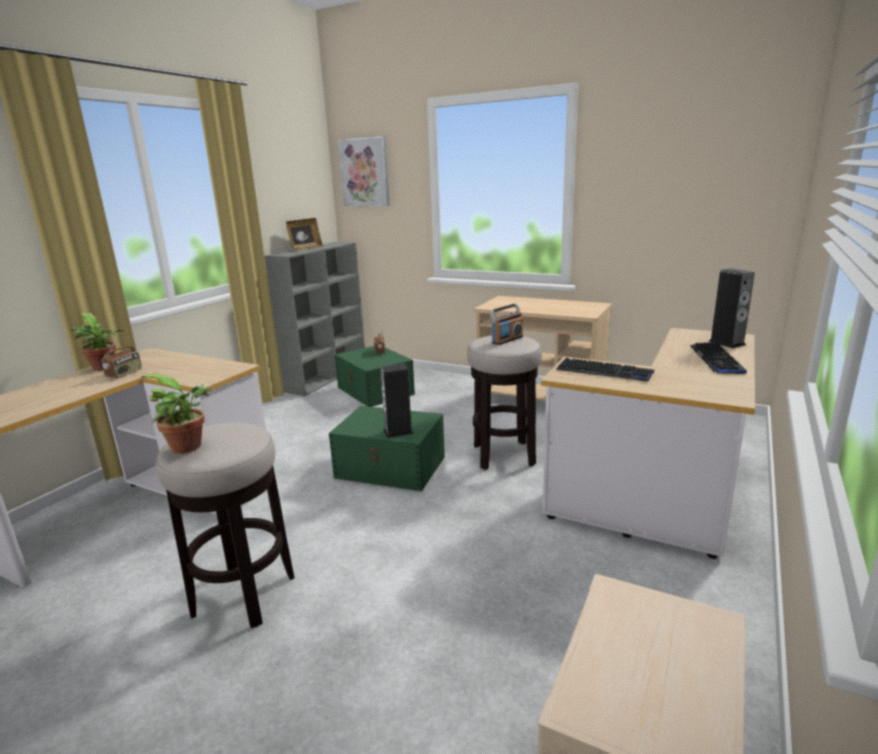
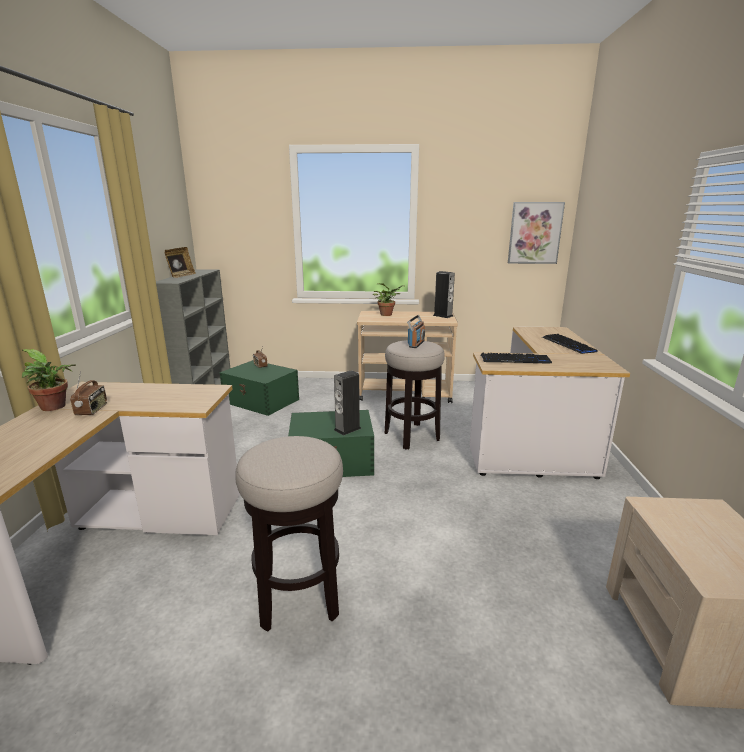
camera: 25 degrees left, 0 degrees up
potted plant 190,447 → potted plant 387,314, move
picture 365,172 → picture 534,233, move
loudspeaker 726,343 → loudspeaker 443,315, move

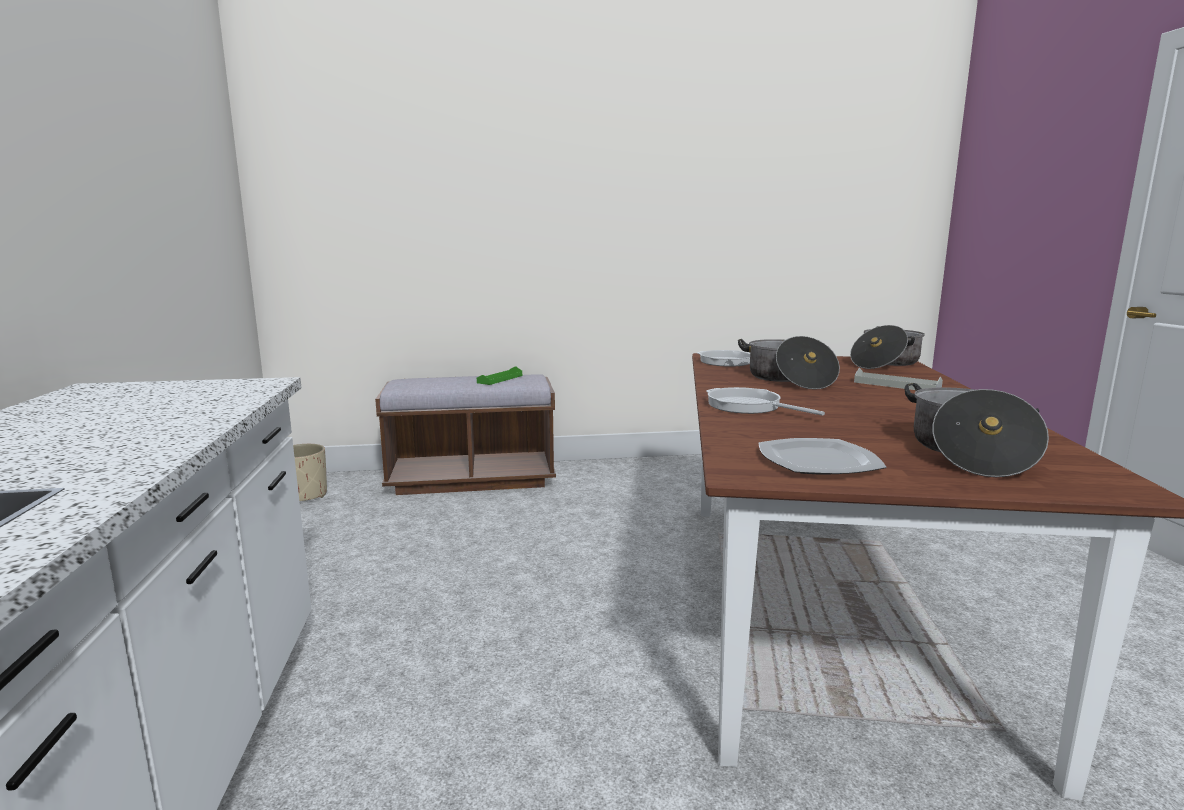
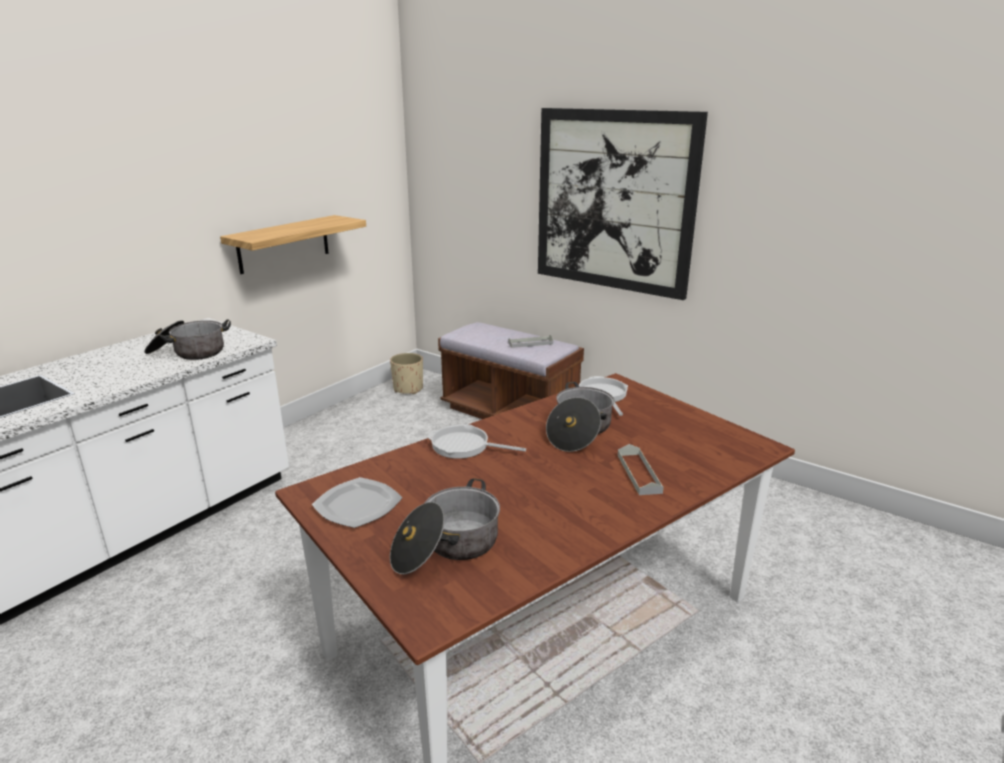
camera: 45 degrees right, 10 degrees up
tray (greenish) 500,379 → tray (greyish) 530,343
frying pan 748,406 → frying pan 464,446, 75 degrees counterclockwise
saucepot 885,363 → saucepot 189,352, move
- → bracket shelf 284,244
- → picture 614,201

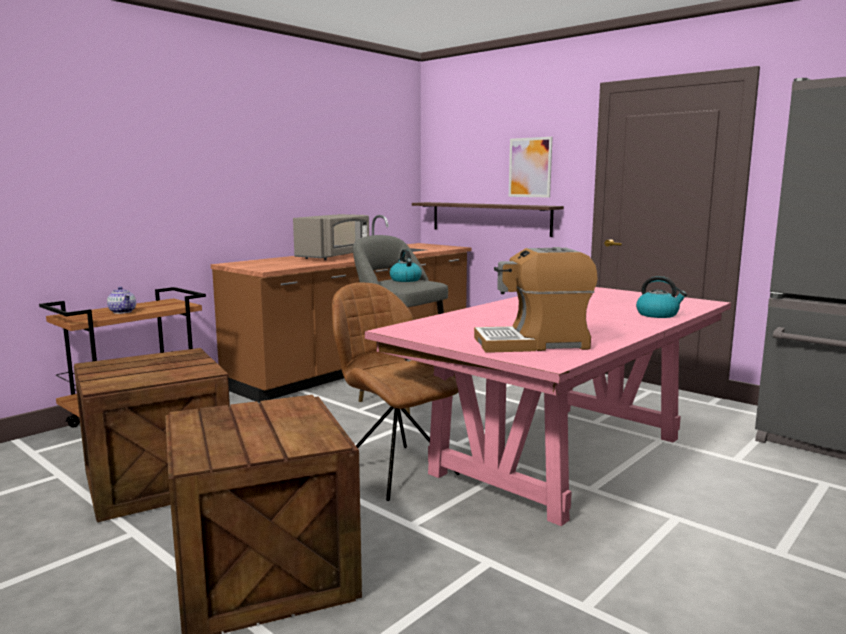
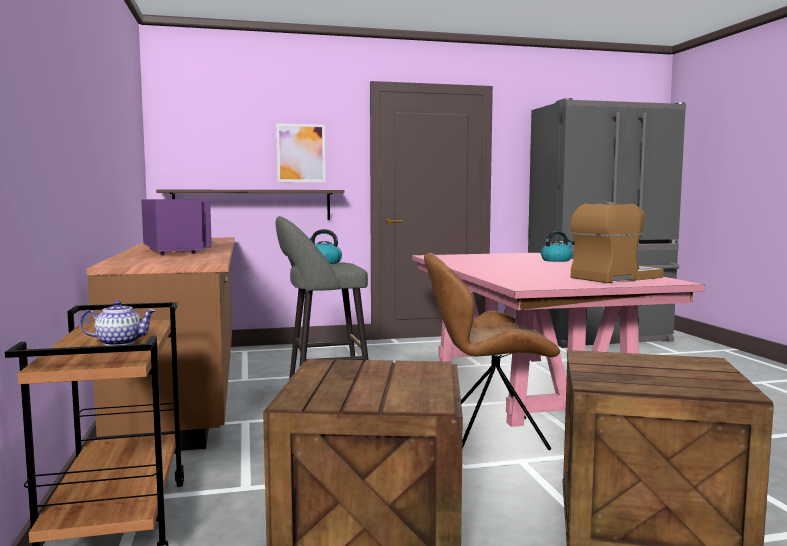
camera: 55 degrees left, 5 degrees down
microwave oven (greyish) 334,256 → microwave oven (purple) 175,251
coffee maker 533,343 → coffee maker 614,278, 150 degrees counterclockwise

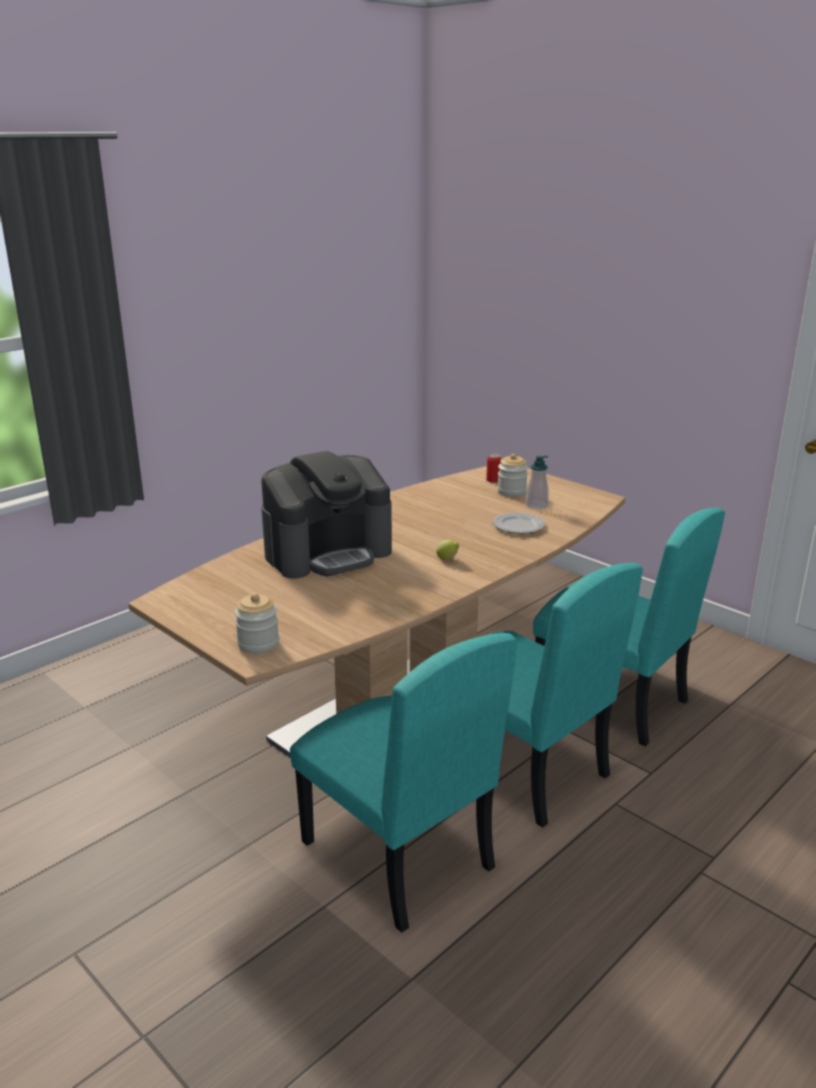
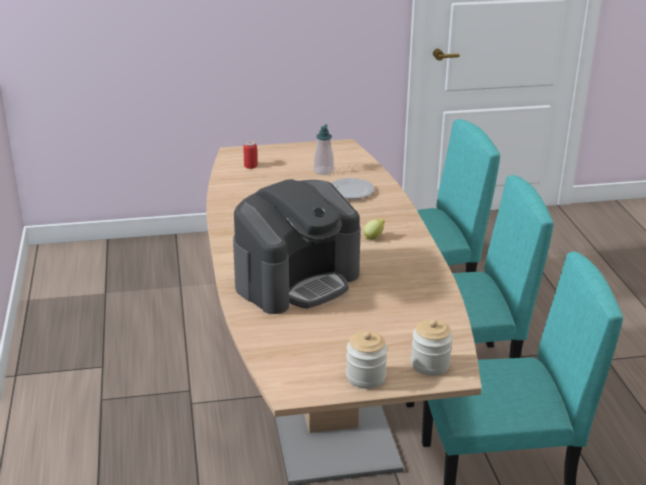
camera: 55 degrees left, 5 degrees up
coffee maker 328,553 → coffee maker 297,280, 45 degrees clockwise
preserve jar 511,491 → preserve jar 365,377, move

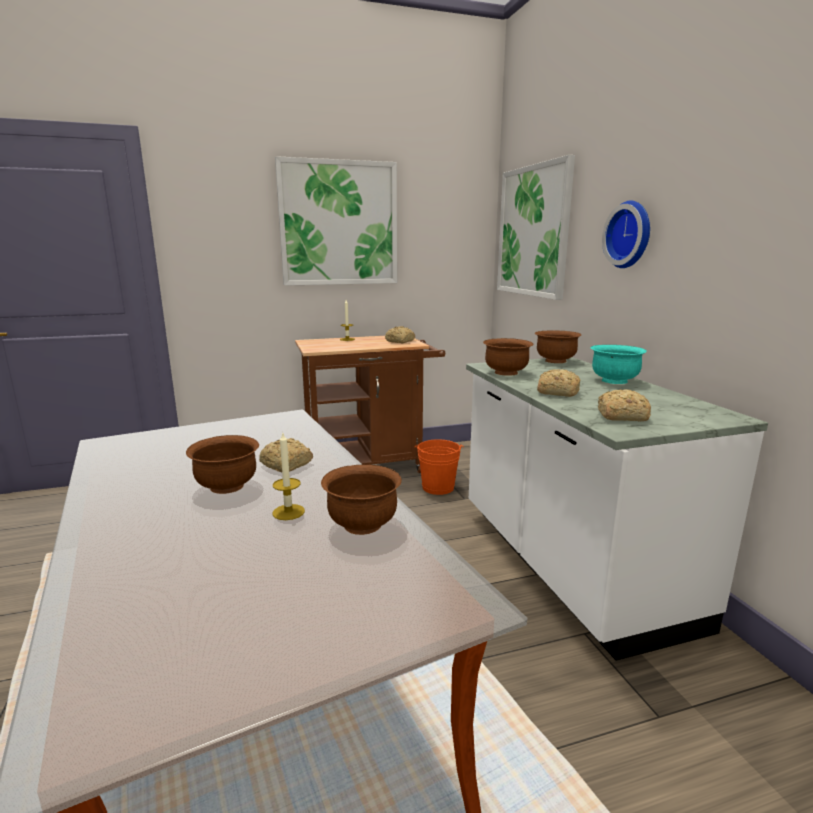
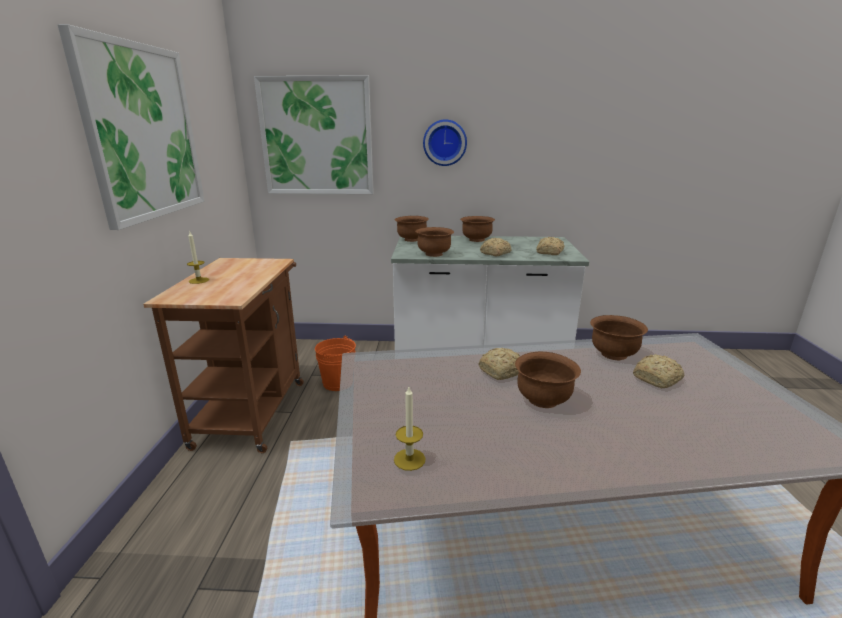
camera: 70 degrees left, 5 degrees up
candle 288,512 → candle 409,459, move
baked bread 400,341 → baked bread 658,379, move
serving bowl (turquoise-coloured) 614,381 → serving bowl (brown) 476,240

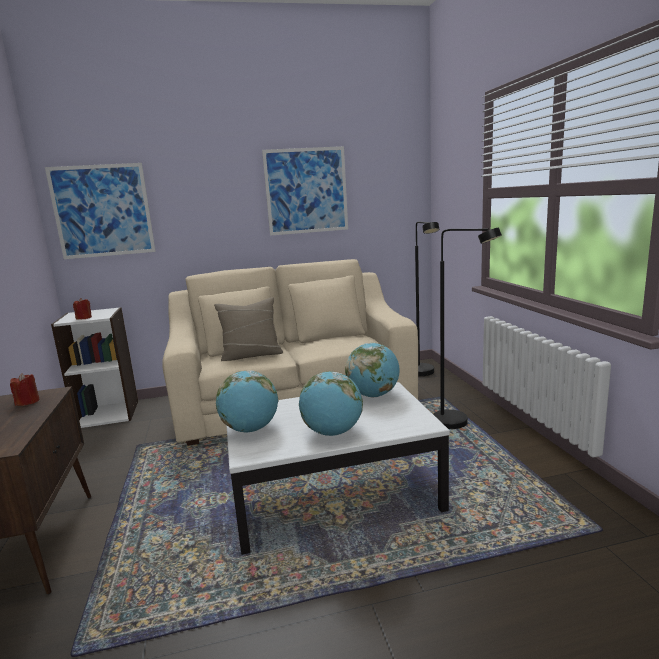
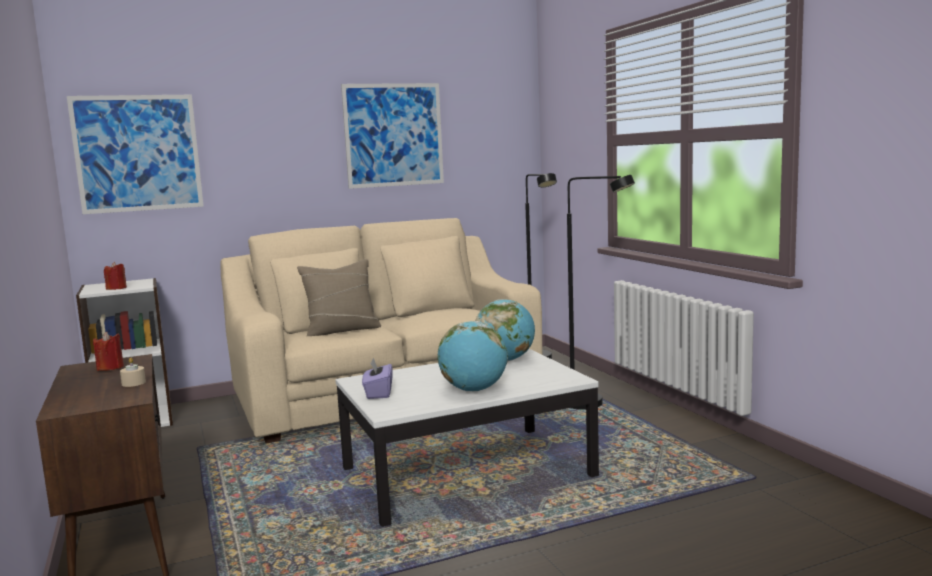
camera: 10 degrees left, 5 degrees down
desk globe 250,429 → tissue holder (purple) 378,393
- → candle (beige) 133,383

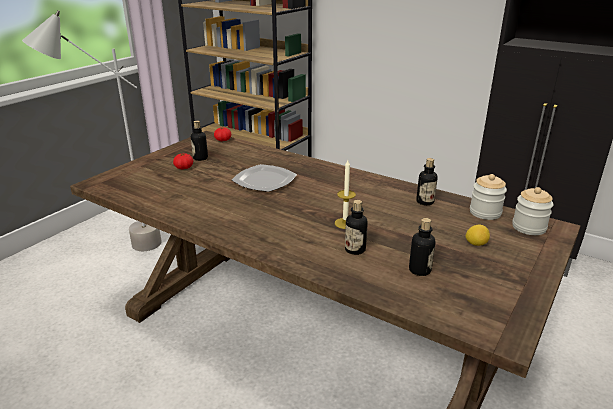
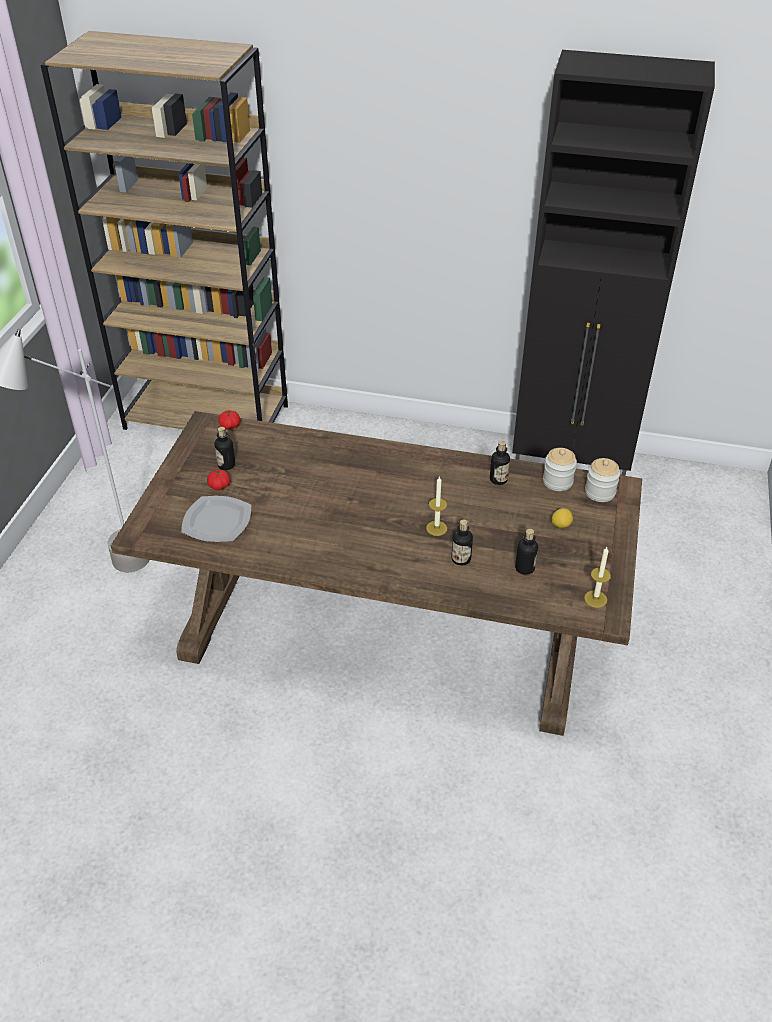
camera: 20 degrees left, 15 degrees up
flat dish 263,180 → flat dish 216,521, move
- → candle 595,599

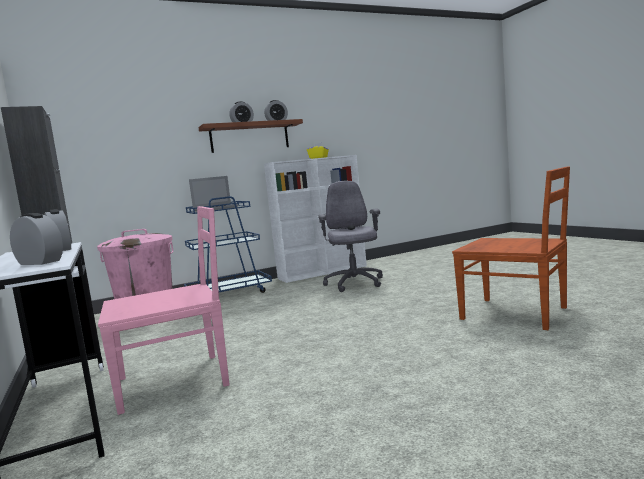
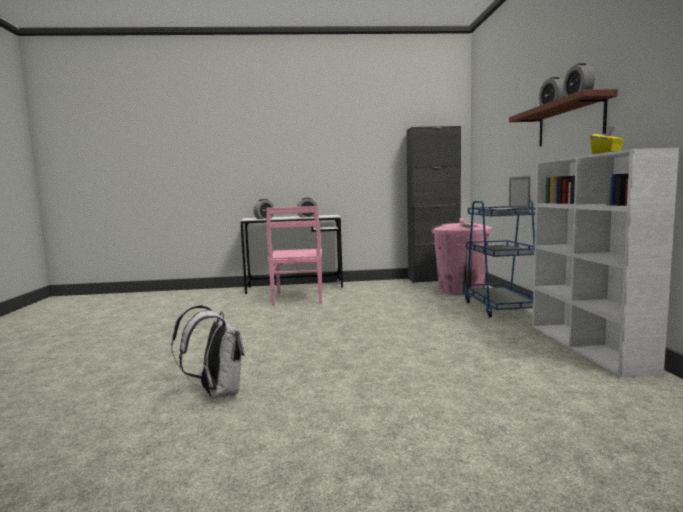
camera: 110 degrees right, 0 degrees up
office chair (greyish) 354,284 → -
plain chair (brown) 516,314 → knapsack (whitish) 217,393

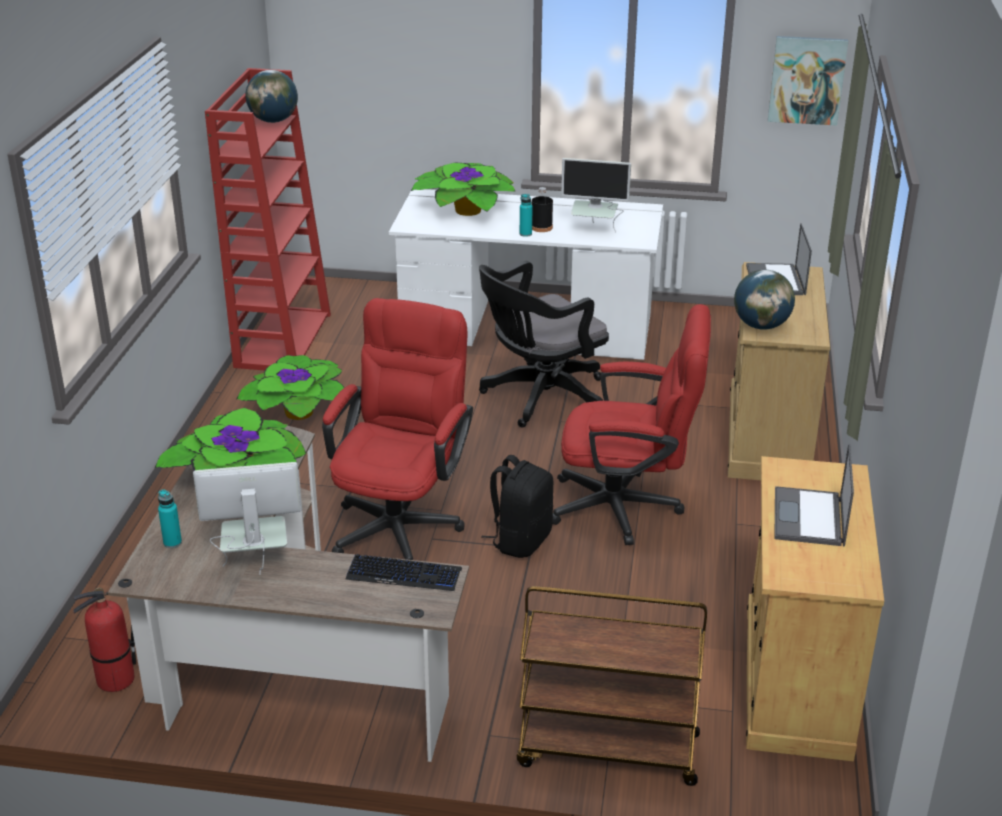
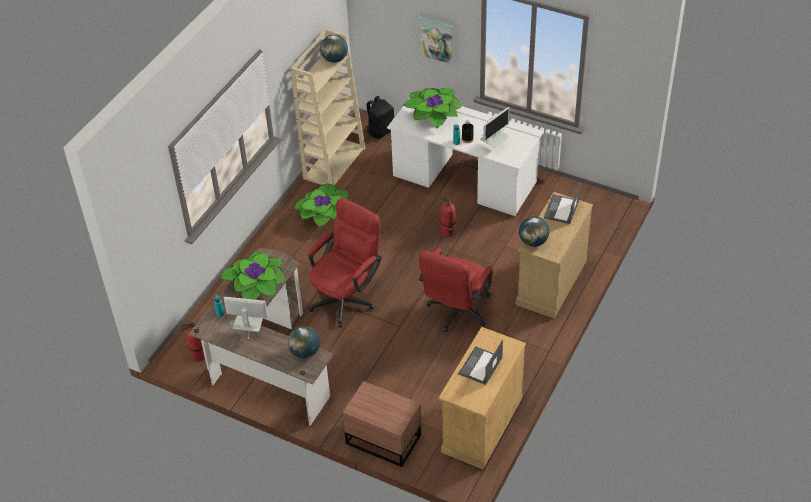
camera: 20 degrees right, 15 degrees up
bookshelf (red-coloured) 282,339 → bookshelf (beige) 334,162
keyboard 404,575 → desk globe 305,352
office chair (black) 539,398 → fire-fighting cylinder 447,232
knapsack (black) 520,540 → knapsack (black) 380,131, move
wheeled cart (brown) 607,750 → nightstand (brown) 383,438
office chair (red-coloured) 627,508 → office chair (red-coloured) 456,313, 90 degrees clockwise
computer screen 594,230 → computer screen 494,146, 75 degrees counterclockwise
picture 807,80 → picture 436,39, move

